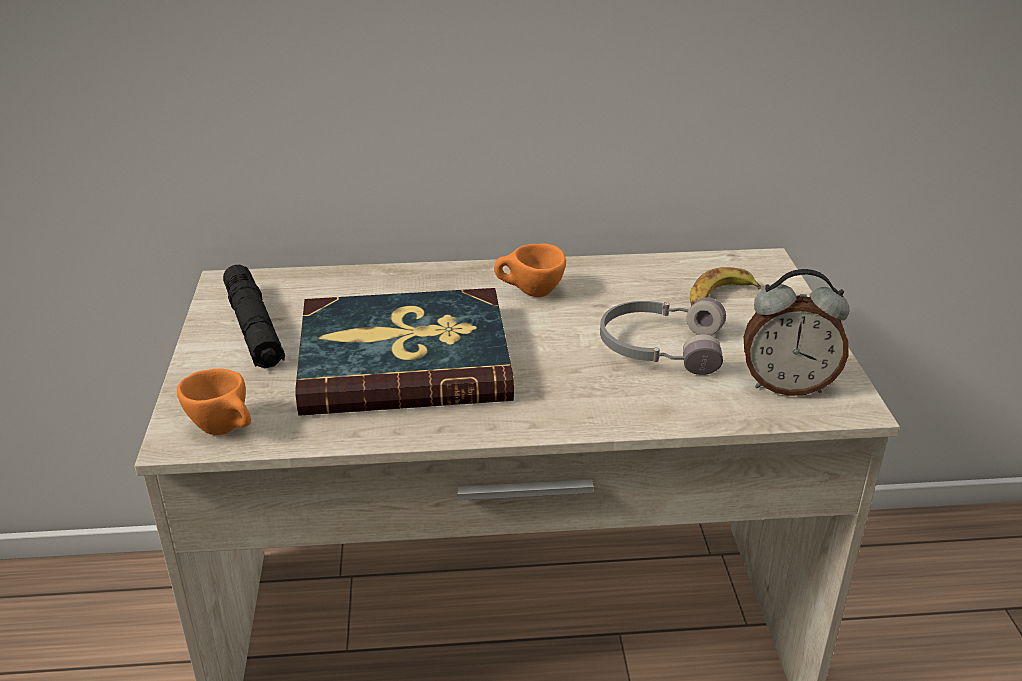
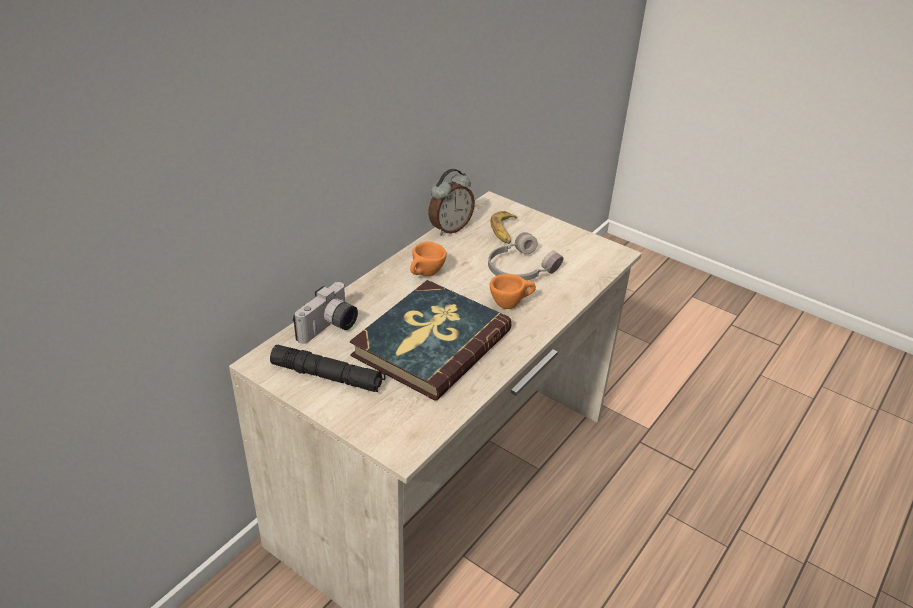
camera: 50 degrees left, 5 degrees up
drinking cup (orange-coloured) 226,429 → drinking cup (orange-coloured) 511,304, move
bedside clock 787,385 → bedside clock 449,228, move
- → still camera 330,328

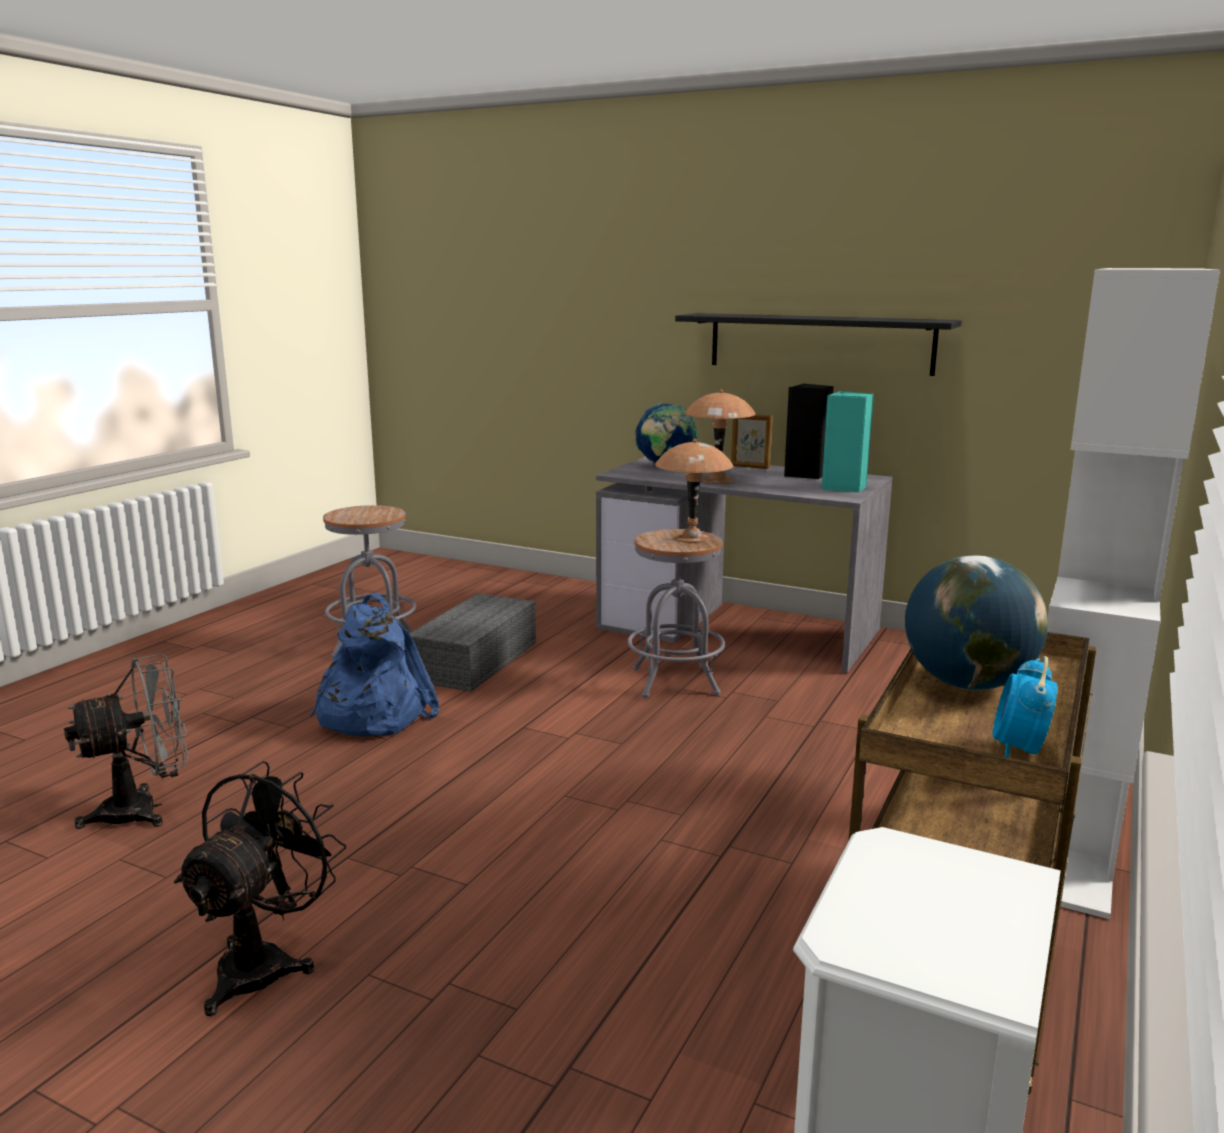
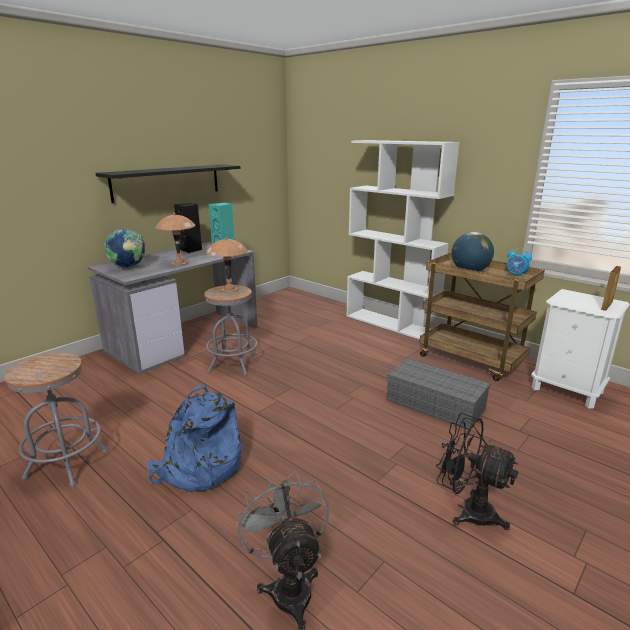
camera: 75 degrees left, 5 degrees up
storage container (greyish) 475,661 → storage container (greyish) 436,404, move
standing frame 750,467 → standing frame 606,306, move

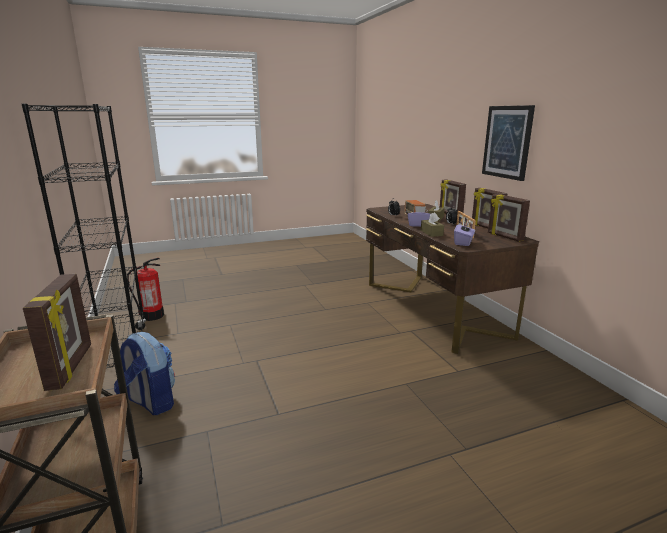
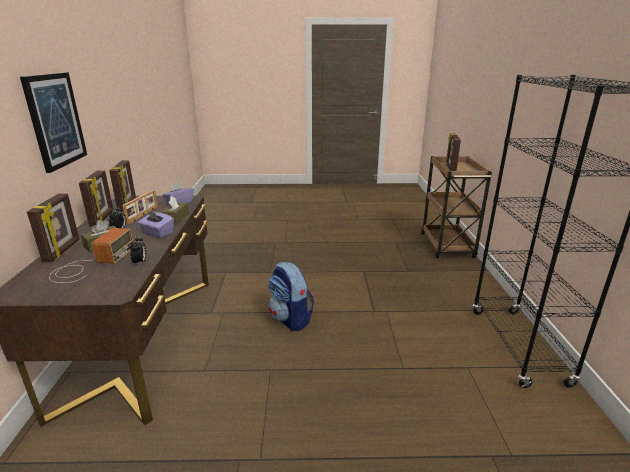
camera: 160 degrees left, 5 degrees up
knapsack 150,402 → knapsack 291,319, move
fire-fighting cylinder 152,316 → -

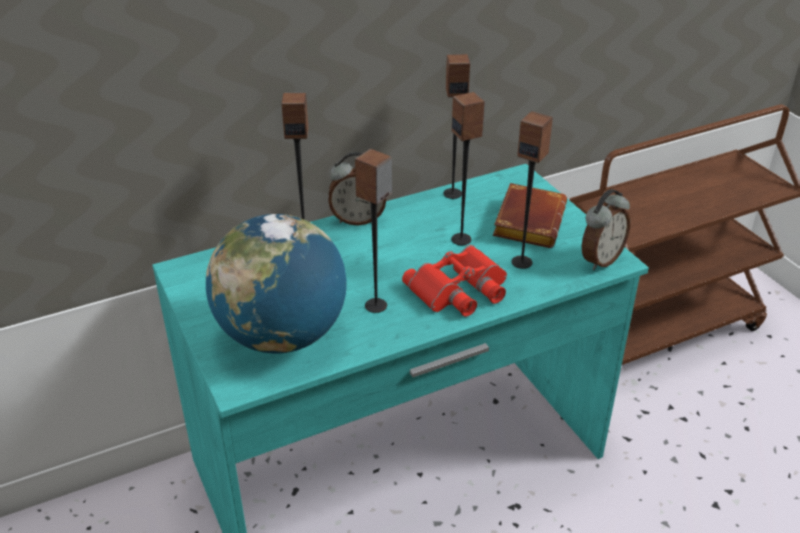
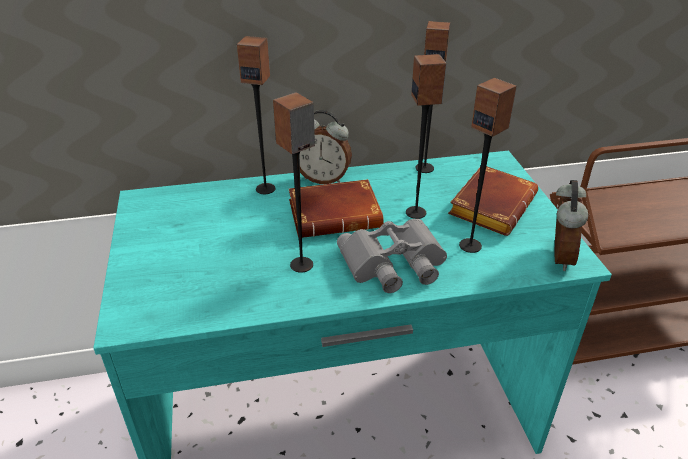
camera: 15 degrees right, 0 degrees up
desk globe 282,336 → -
binoculars (red-coloured) 460,290 → binoculars (greyish) 394,264
bedside clock 600,259 → bedside clock 557,257, 45 degrees counterclockwise
- → volume (brown) 336,214

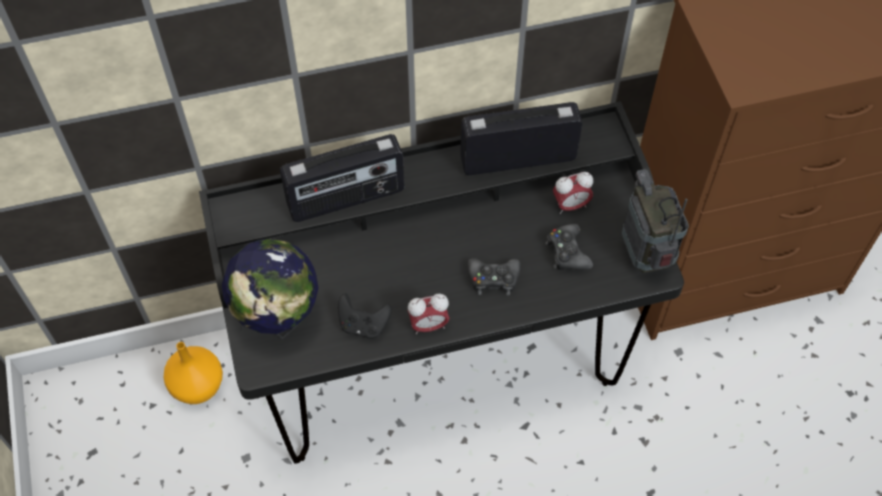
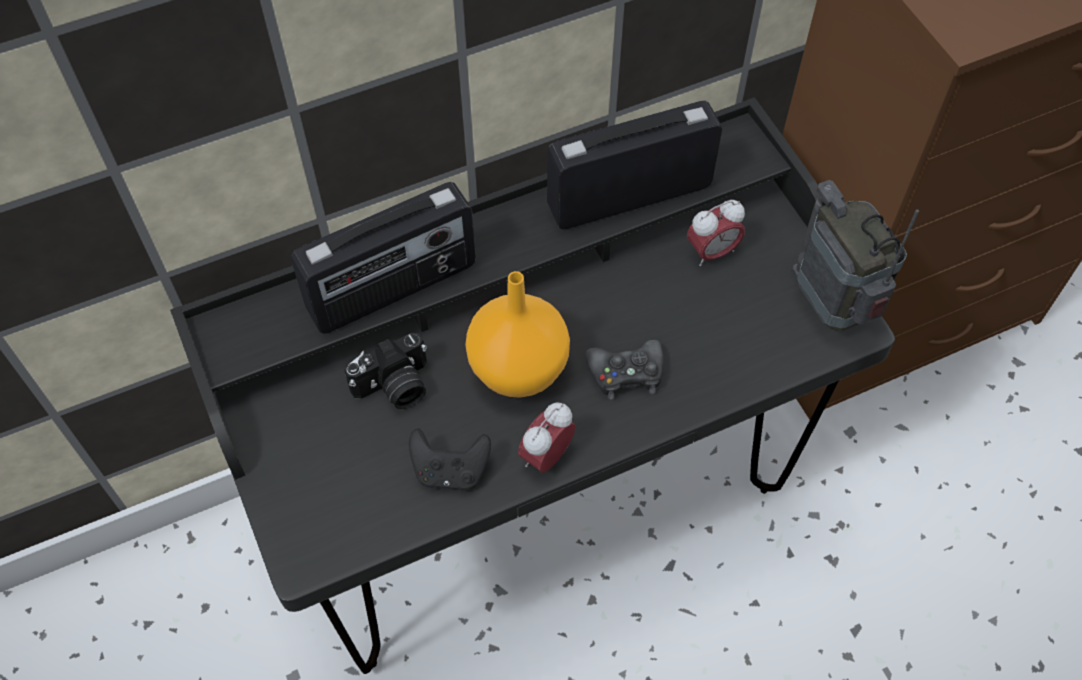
camera: 10 degrees left, 0 degrees up
decorative vase (orange-coloured) 197,386 → decorative vase (orange-coloured) 516,369, move
desk globe 279,320 → -
bedside clock 428,325 → bedside clock 546,456, 150 degrees clockwise
joypad (black) 567,252 → -
- → still camera 395,387

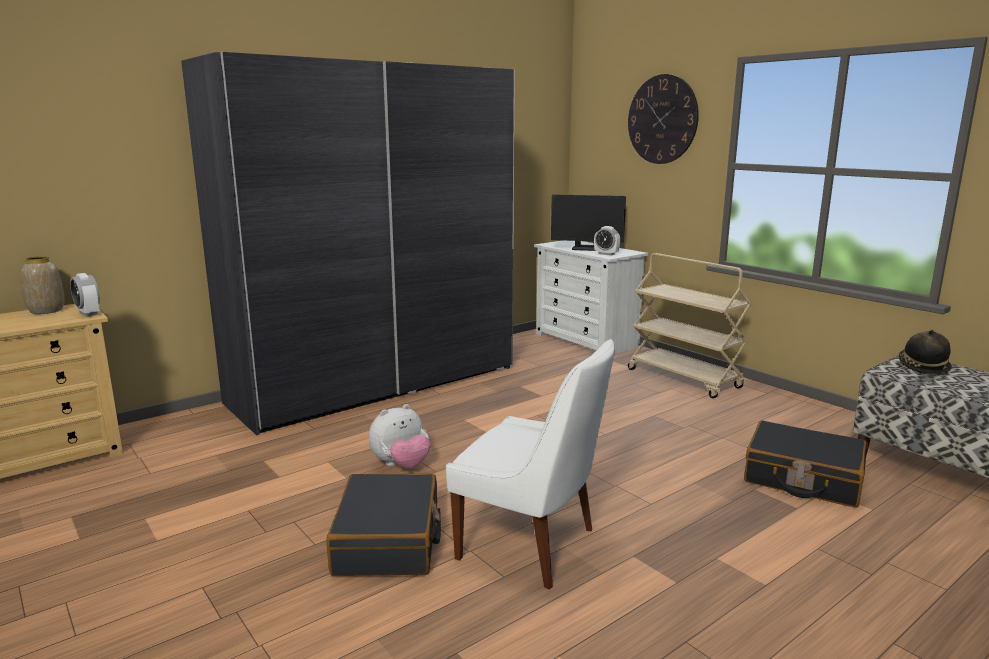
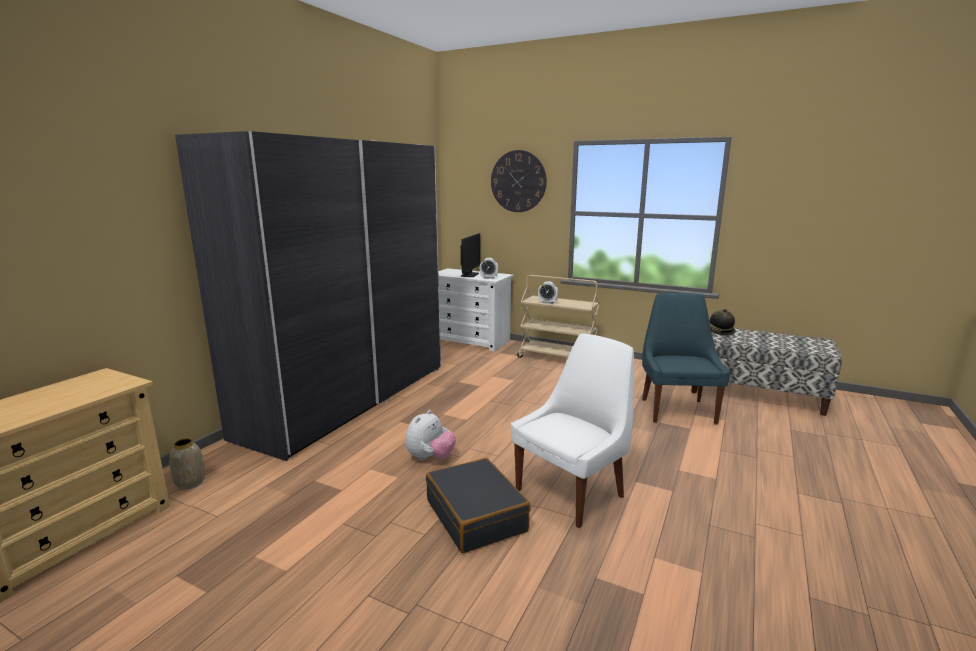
camera: 25 degrees left, 0 degrees up
decorative vase 46,311 → decorative vase 190,483, move
bedside clock 88,313 → bedside clock 547,302, move
plain chair (whitish) 532,545 → plain chair (whitish) 572,491, 45 degrees counterclockwise
computer screen 586,248 → computer screen 469,275, 60 degrees counterclockwise
travel case (black) 802,478 → plain chair (blue) 677,410

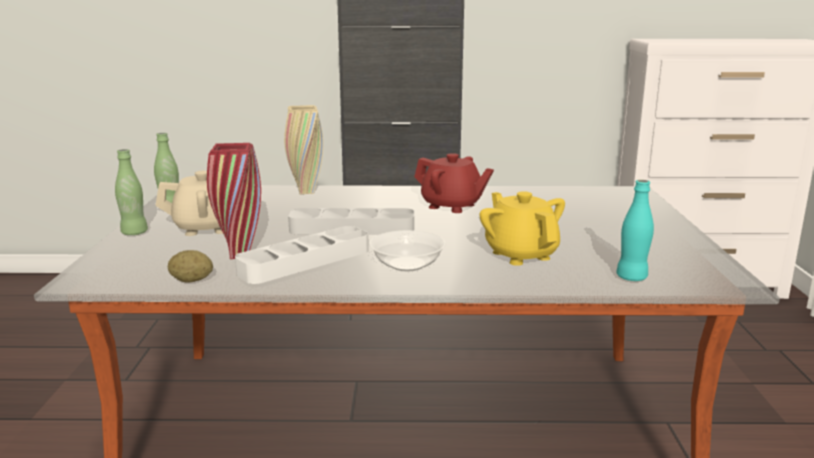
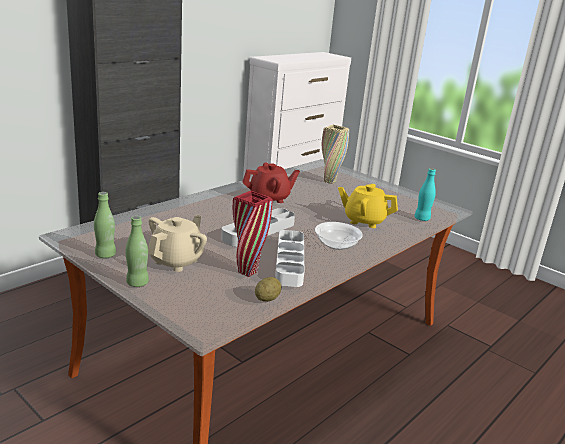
camera: 50 degrees left, 5 degrees up
decorative vase (beige) 306,192 → decorative vase (beige) 329,181, move

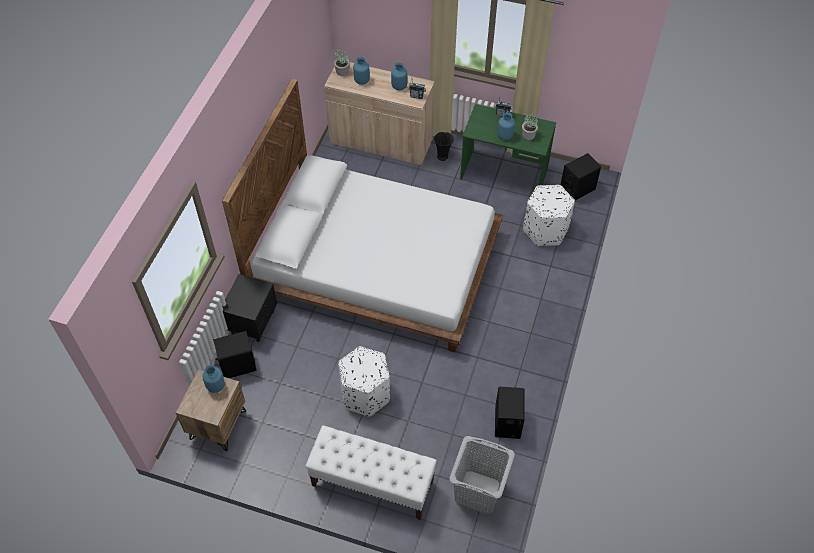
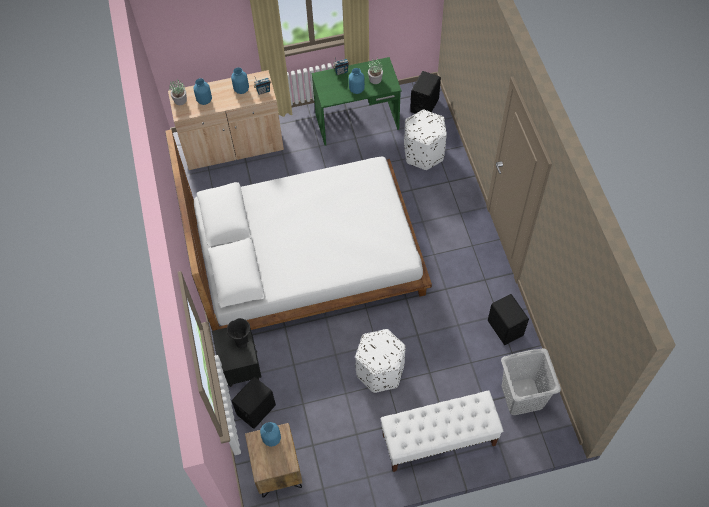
camera: 30 degrees left, 5 degrees up
decorative vase (black) 443,156 → decorative vase (black) 242,341, move

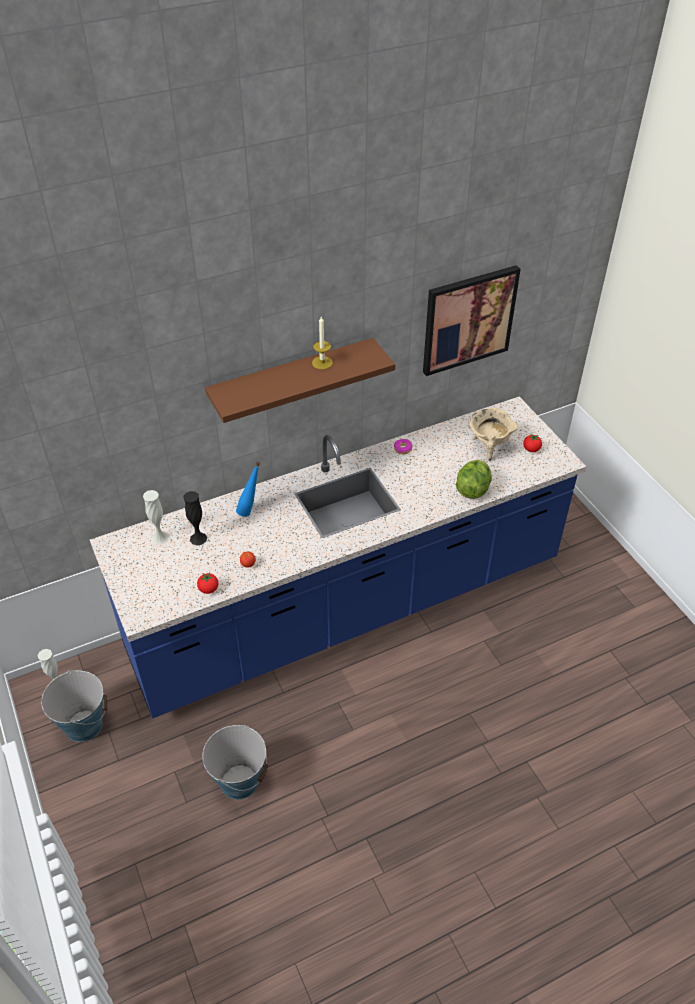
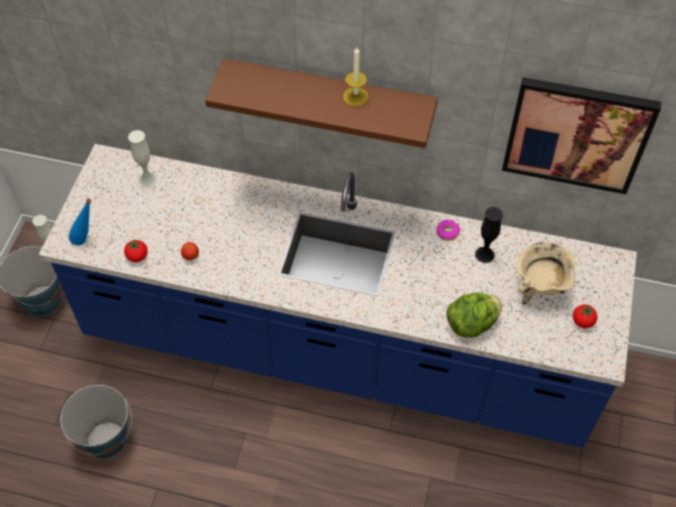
camera: 40 degrees right, 10 degrees up
decorative vase (black) 198,538 → decorative vase (black) 484,254, move
beverage bottle (blue) 250,510 → beverage bottle (blue) 87,240, move

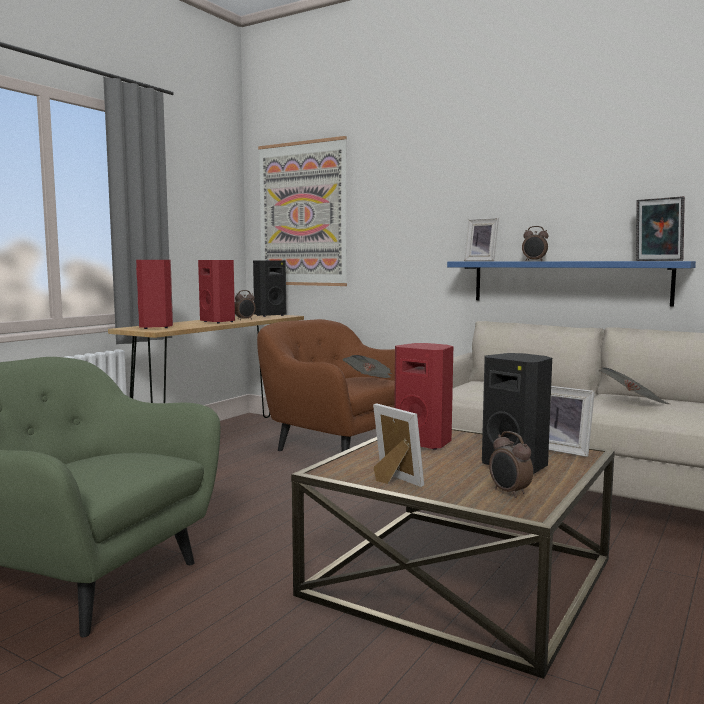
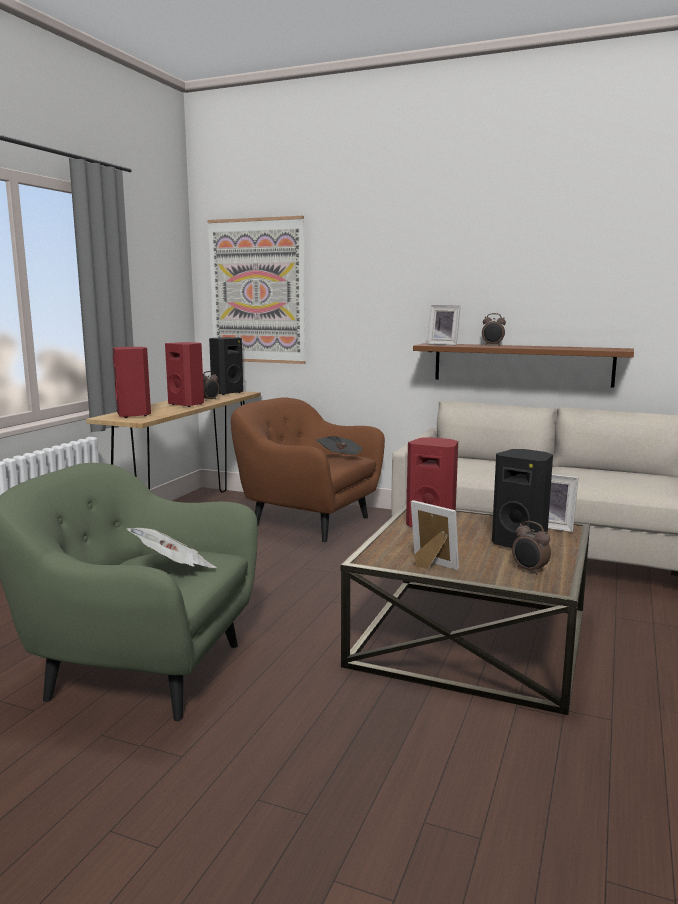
camera: 10 degrees left, 5 degrees up
bracket shelf (blue) 568,282 → bracket shelf (brown) 521,364
newspaper 633,404 → newspaper 174,569, move
standing frame 657,260 → -

